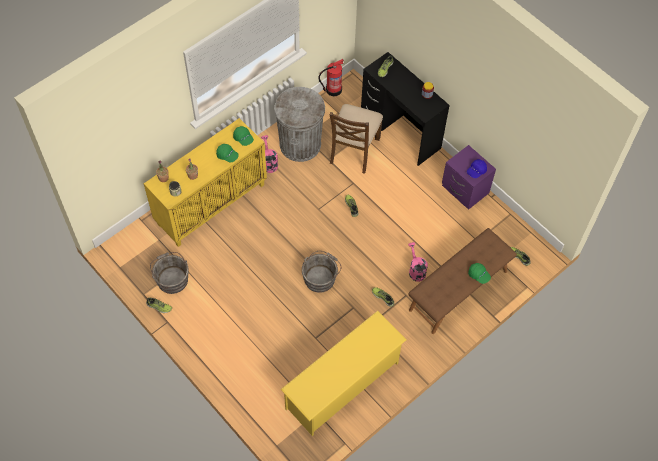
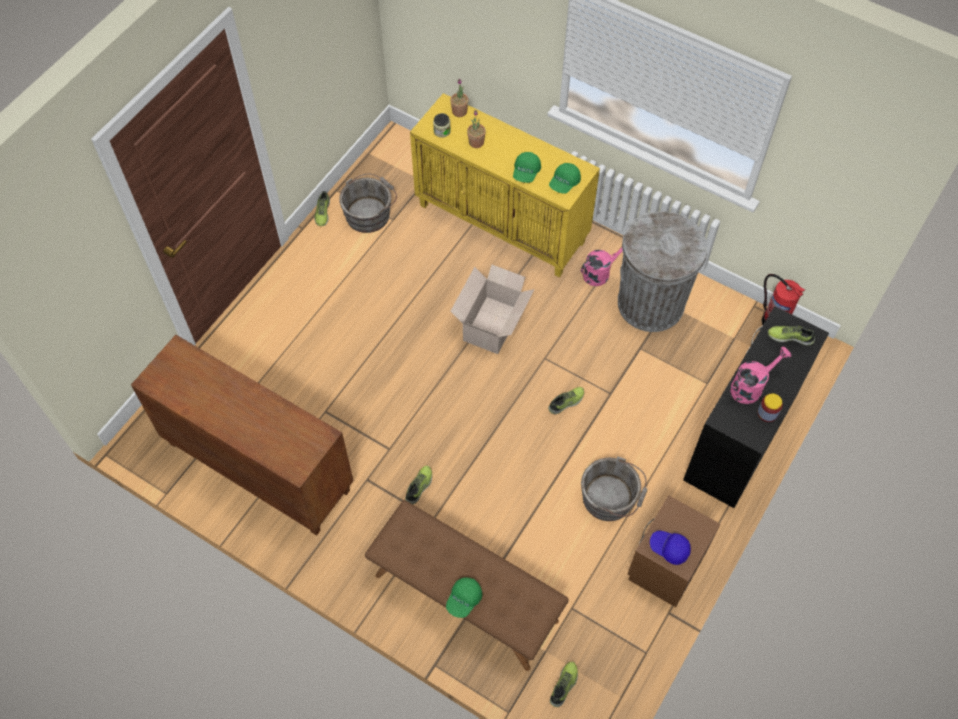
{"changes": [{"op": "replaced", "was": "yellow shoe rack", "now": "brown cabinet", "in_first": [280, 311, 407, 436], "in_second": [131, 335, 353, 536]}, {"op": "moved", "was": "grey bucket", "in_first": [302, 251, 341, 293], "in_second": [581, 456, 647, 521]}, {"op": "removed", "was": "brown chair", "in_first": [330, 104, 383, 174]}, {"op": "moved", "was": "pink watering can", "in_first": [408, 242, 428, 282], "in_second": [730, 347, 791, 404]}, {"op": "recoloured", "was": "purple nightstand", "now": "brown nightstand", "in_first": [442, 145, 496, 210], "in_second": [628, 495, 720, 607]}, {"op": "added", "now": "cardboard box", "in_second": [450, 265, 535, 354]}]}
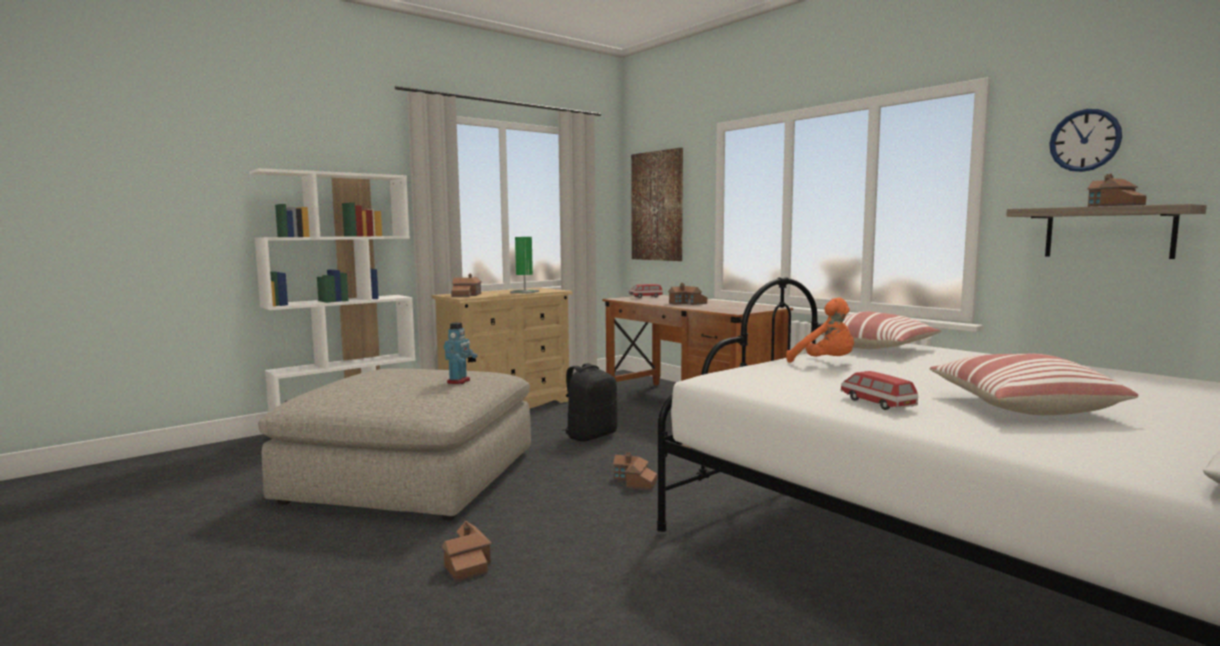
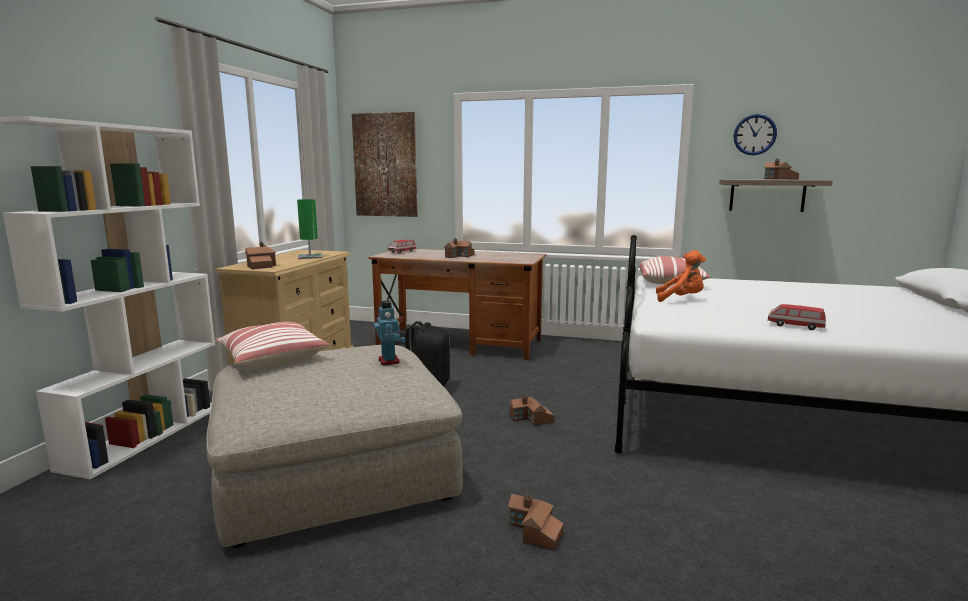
{"changes": [{"op": "moved", "was": "pillow", "in_first": [930, 354, 1138, 415], "in_second": [215, 322, 329, 368]}]}
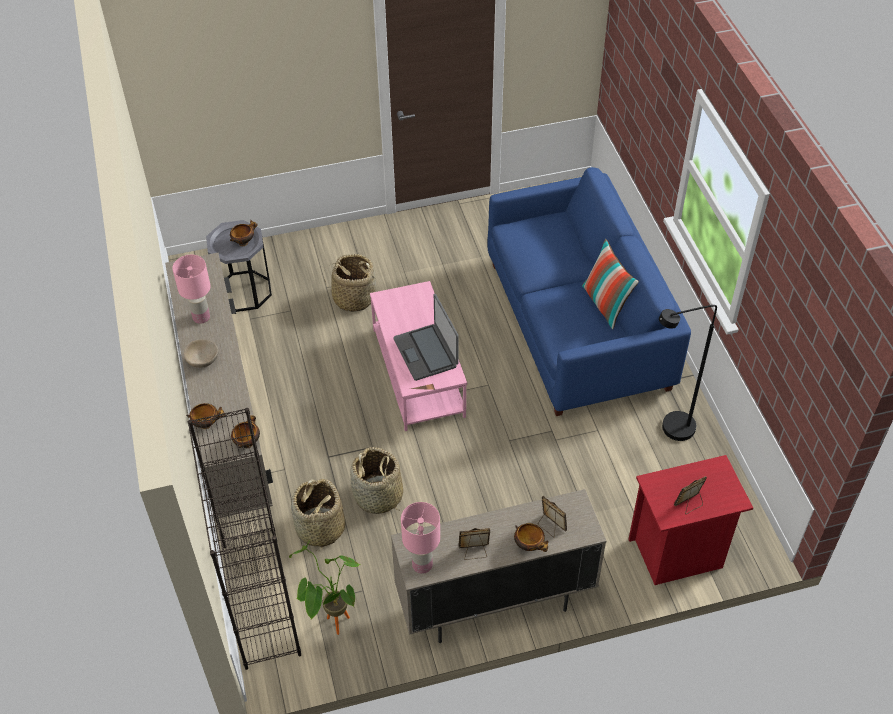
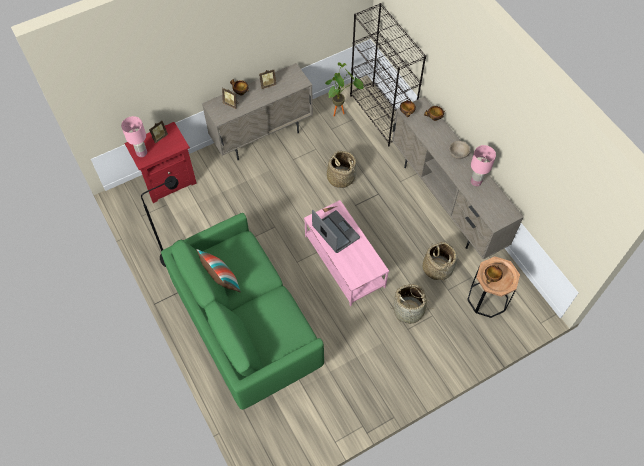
{"changes": [{"op": "recoloured", "was": "grey side table", "now": "brown side table", "in_first": [206, 220, 272, 312], "in_second": [467, 256, 520, 318]}, {"op": "moved", "was": "basket", "in_first": [291, 479, 345, 551], "in_second": [423, 242, 457, 281]}, {"op": "moved", "was": "pink table lamp", "in_first": [401, 502, 440, 574], "in_second": [121, 116, 147, 157]}, {"op": "recoloured", "was": "blue sofa", "now": "green sofa", "in_first": [487, 167, 691, 416], "in_second": [161, 213, 324, 410]}]}
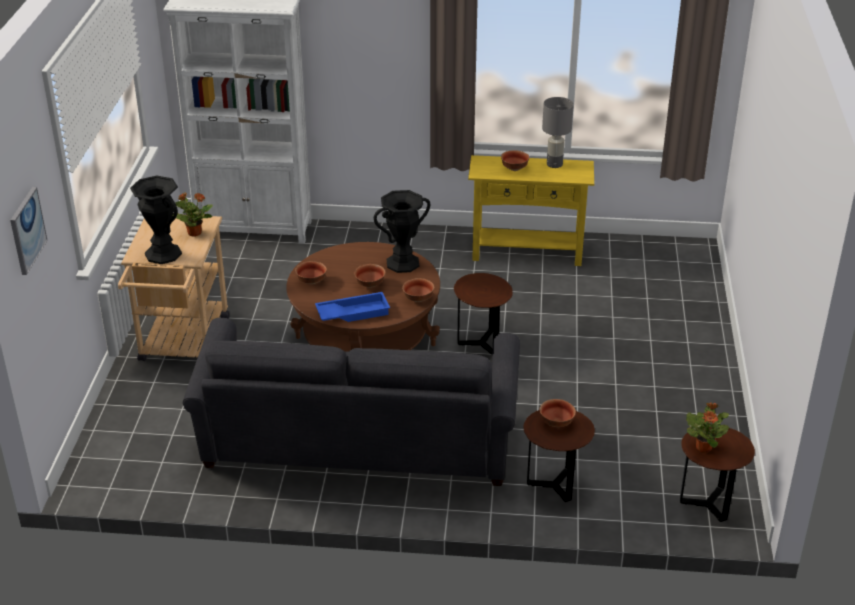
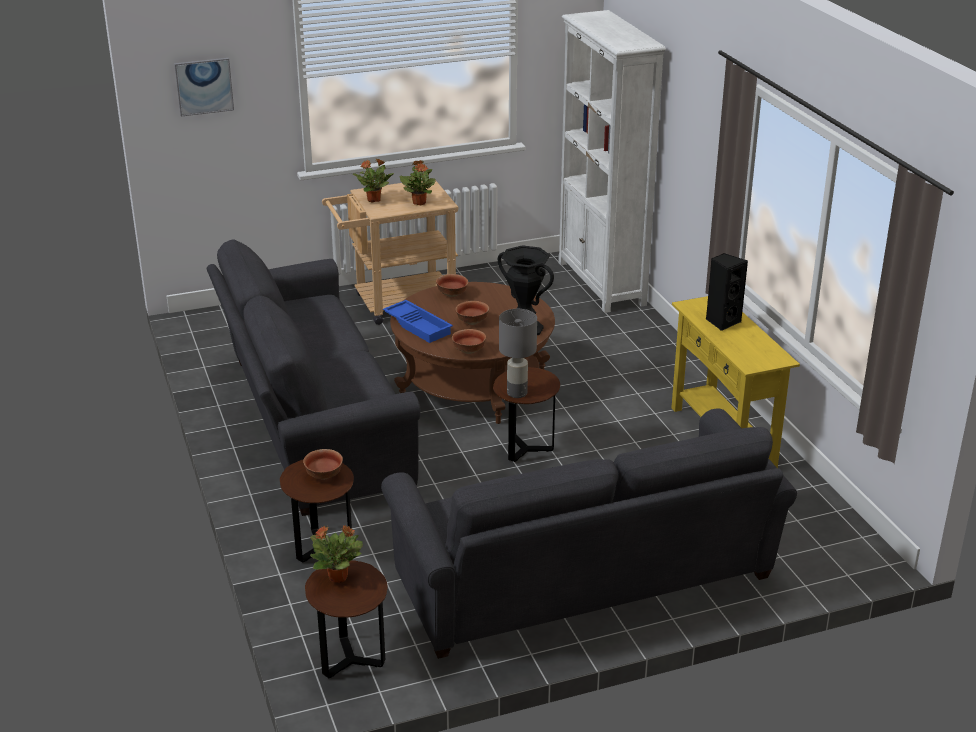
{"changes": [{"op": "replaced", "was": "black vase", "now": "potted plant", "in_first": [130, 176, 182, 264], "in_second": [352, 158, 394, 203]}, {"op": "replaced", "was": "bowl", "now": "black speaker", "in_first": [501, 150, 530, 171], "in_second": [706, 253, 748, 331]}, {"op": "moved", "was": "grey table lamp", "in_first": [542, 97, 574, 168], "in_second": [499, 309, 537, 398]}, {"op": "added", "now": "grey sofa", "in_second": [381, 409, 797, 659]}]}
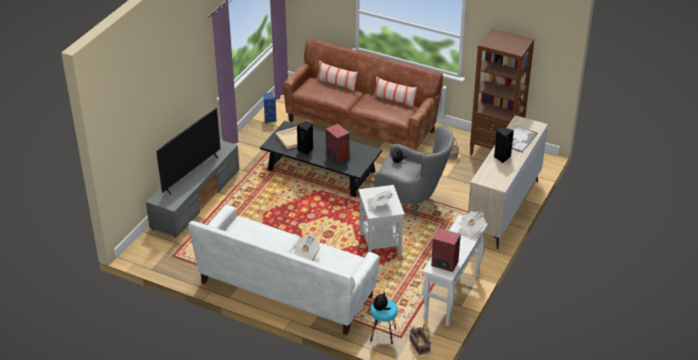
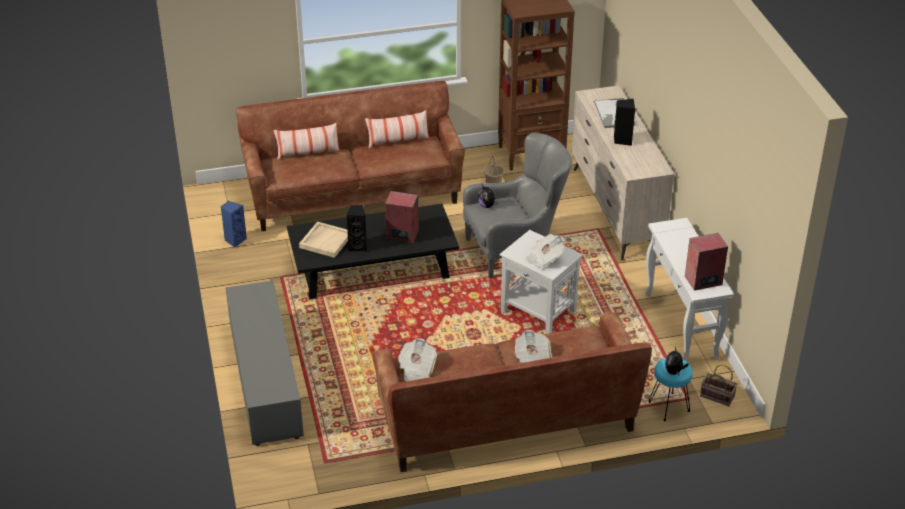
{"changes": [{"op": "removed", "was": "television", "in_first": [156, 108, 220, 194]}, {"op": "recoloured", "was": "white sofa", "now": "brown sofa", "in_first": [189, 205, 380, 335], "in_second": [372, 312, 652, 472]}, {"op": "moved", "was": "newspaper", "in_first": [457, 211, 486, 239], "in_second": [398, 338, 437, 381]}]}
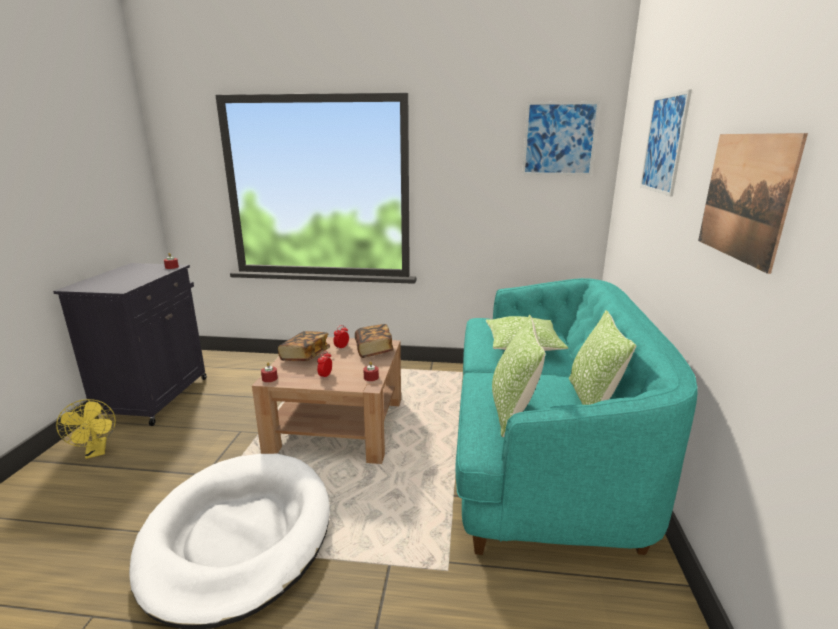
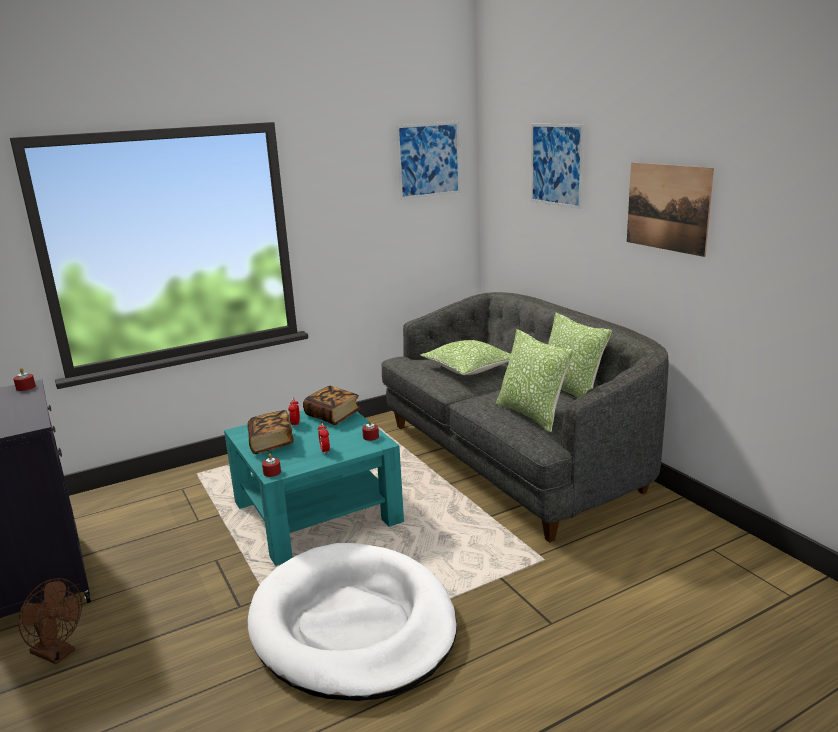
{"changes": [{"op": "recoloured", "was": "yellow fan", "now": "brown fan", "in_first": [56, 399, 116, 459], "in_second": [19, 578, 82, 664]}, {"op": "recoloured", "was": "brown coffee table", "now": "turquoise coffee table", "in_first": [252, 337, 401, 464], "in_second": [224, 410, 404, 566]}, {"op": "recoloured", "was": "turquoise sofa", "now": "grey sofa", "in_first": [455, 278, 698, 555], "in_second": [381, 292, 668, 543]}]}
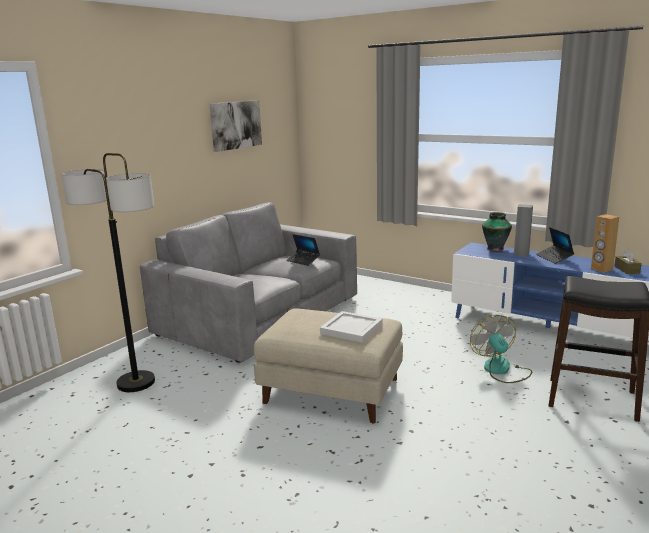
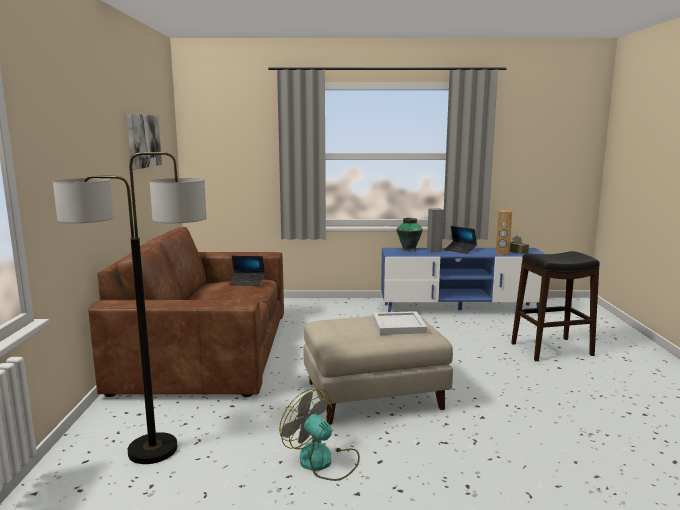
{"changes": [{"op": "recoloured", "was": "grey sofa", "now": "brown sofa", "in_first": [140, 202, 357, 363], "in_second": [88, 227, 284, 397]}, {"op": "moved", "was": "fan", "in_first": [470, 315, 532, 383], "in_second": [279, 389, 360, 481]}]}
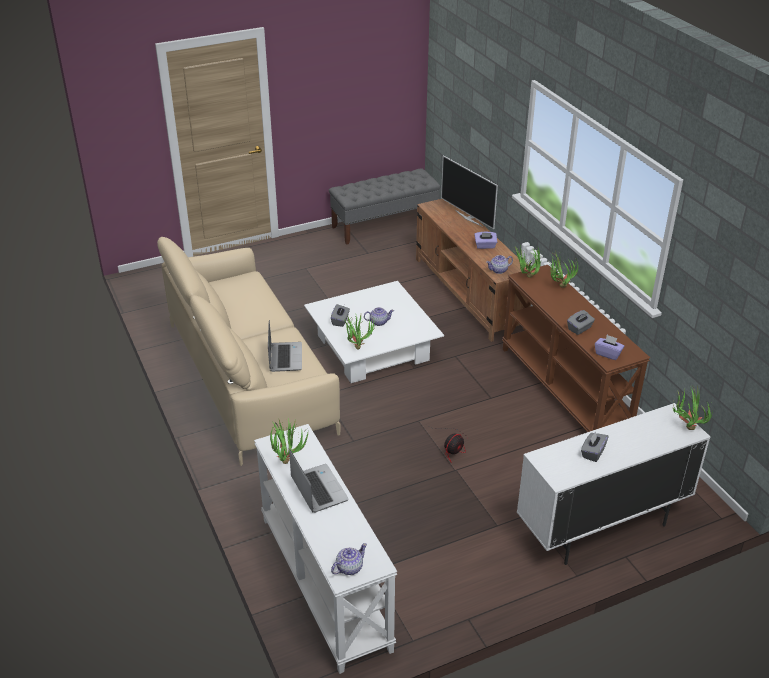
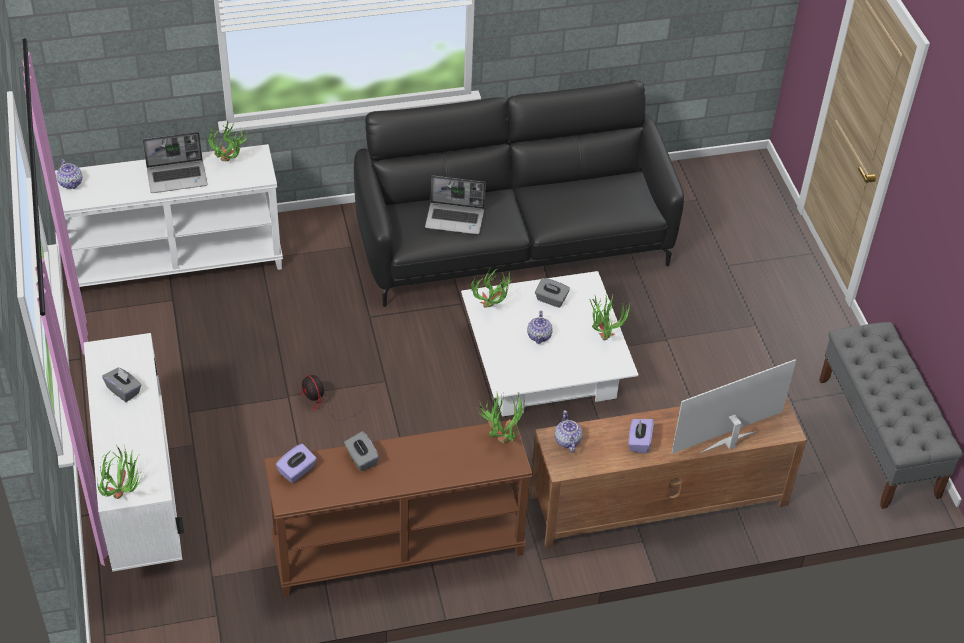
{"changes": [{"op": "recoloured", "was": "beige sofa", "now": "black sofa", "in_first": [157, 237, 340, 466], "in_second": [354, 80, 684, 307]}, {"op": "moved", "was": "potted plant", "in_first": [550, 251, 578, 288], "in_second": [589, 293, 632, 340]}]}
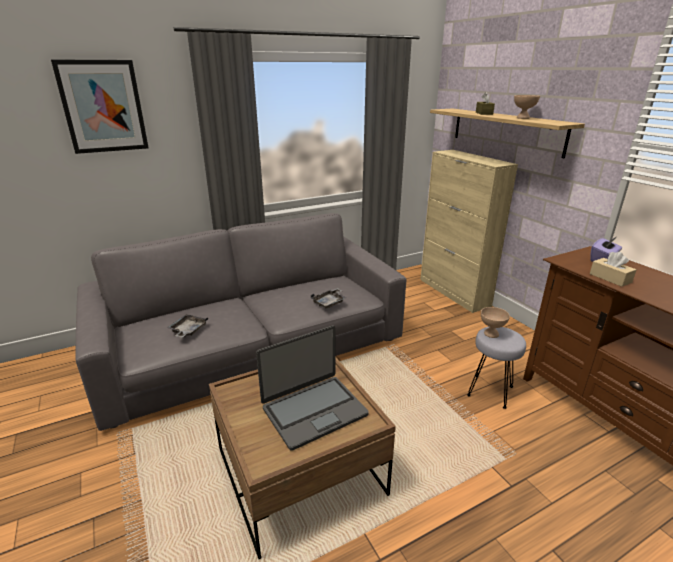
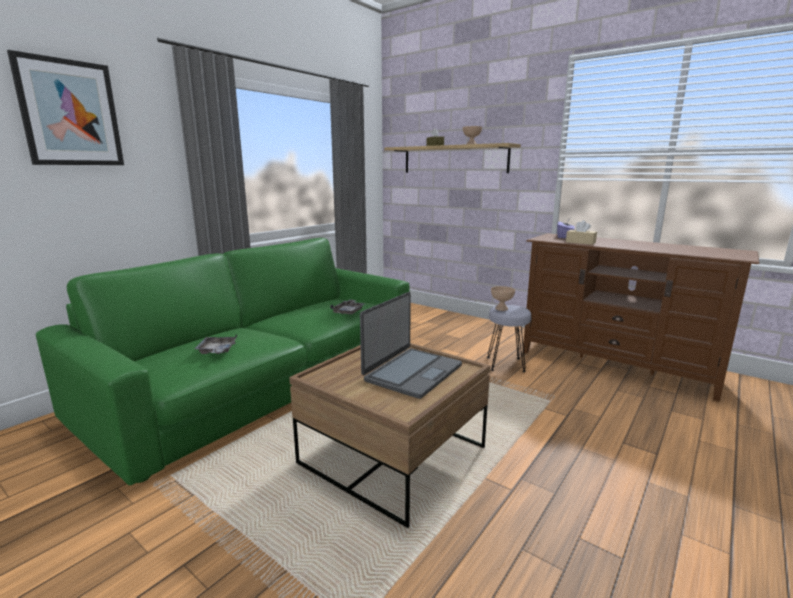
{"changes": [{"op": "recoloured", "was": "grey sofa", "now": "green sofa", "in_first": [75, 213, 406, 431], "in_second": [36, 238, 410, 485]}, {"op": "removed", "was": "beige cabinet", "in_first": [420, 150, 518, 313]}]}
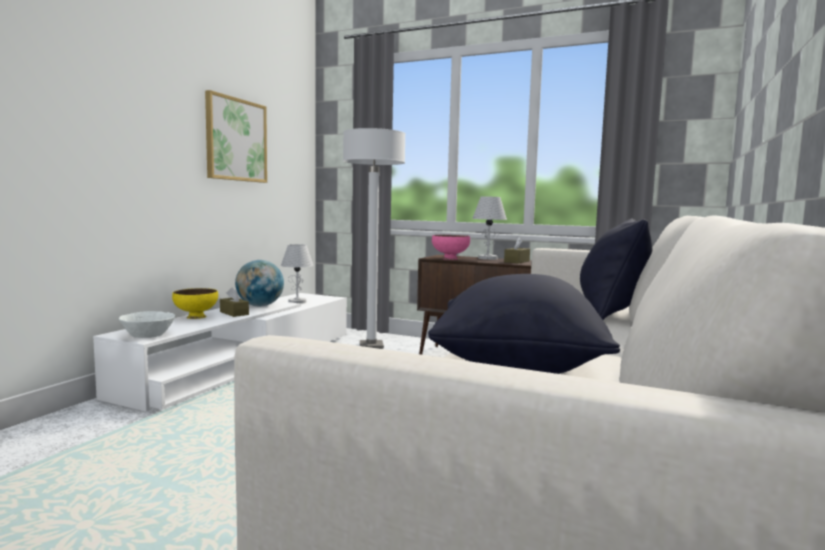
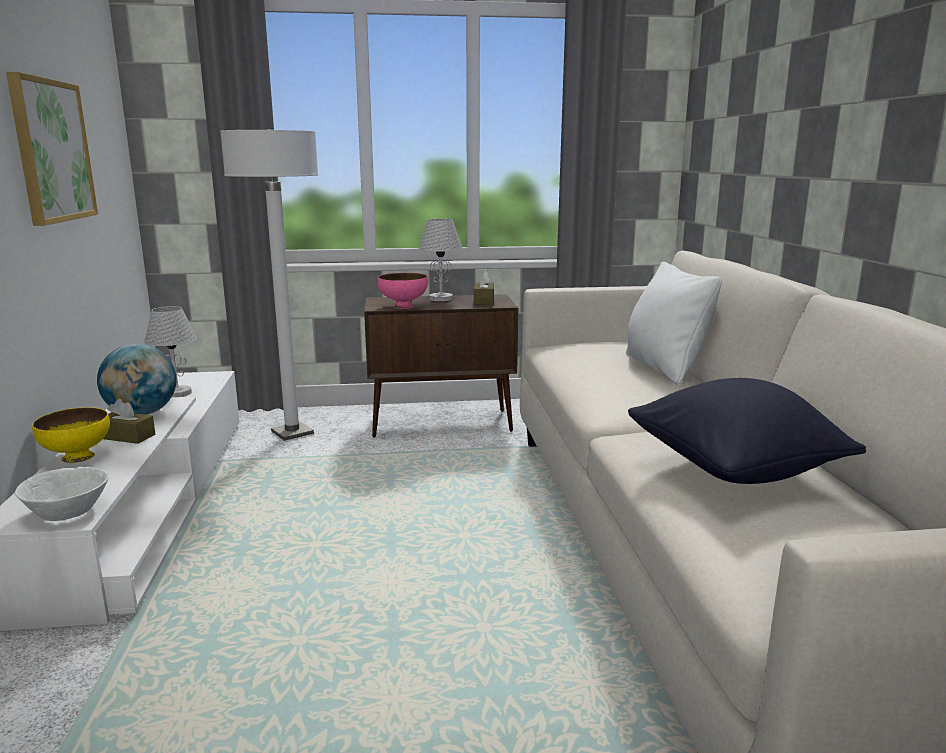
{"changes": [{"op": "recoloured", "was": "black pillow", "now": "white pillow", "in_first": [580, 218, 652, 320], "in_second": [626, 262, 722, 384]}]}
